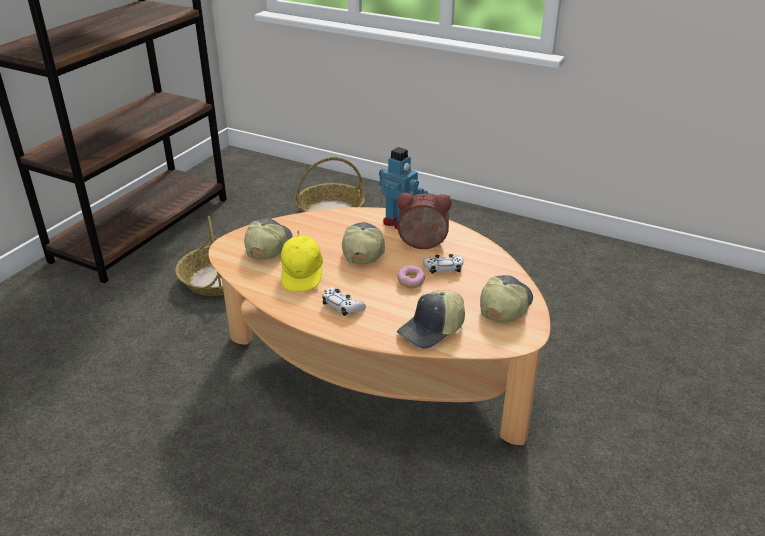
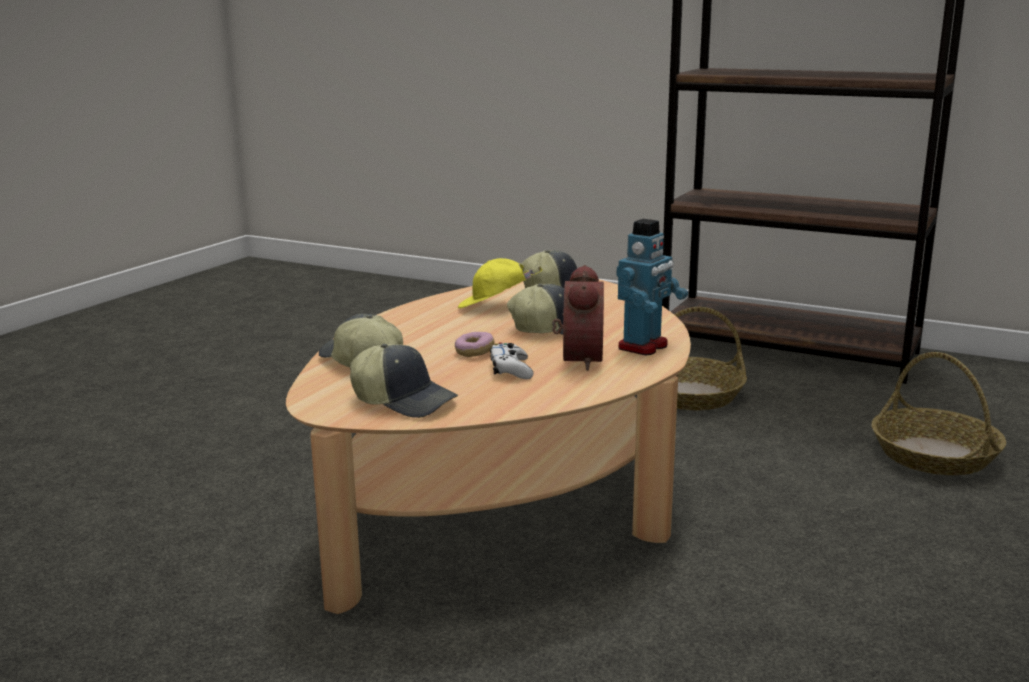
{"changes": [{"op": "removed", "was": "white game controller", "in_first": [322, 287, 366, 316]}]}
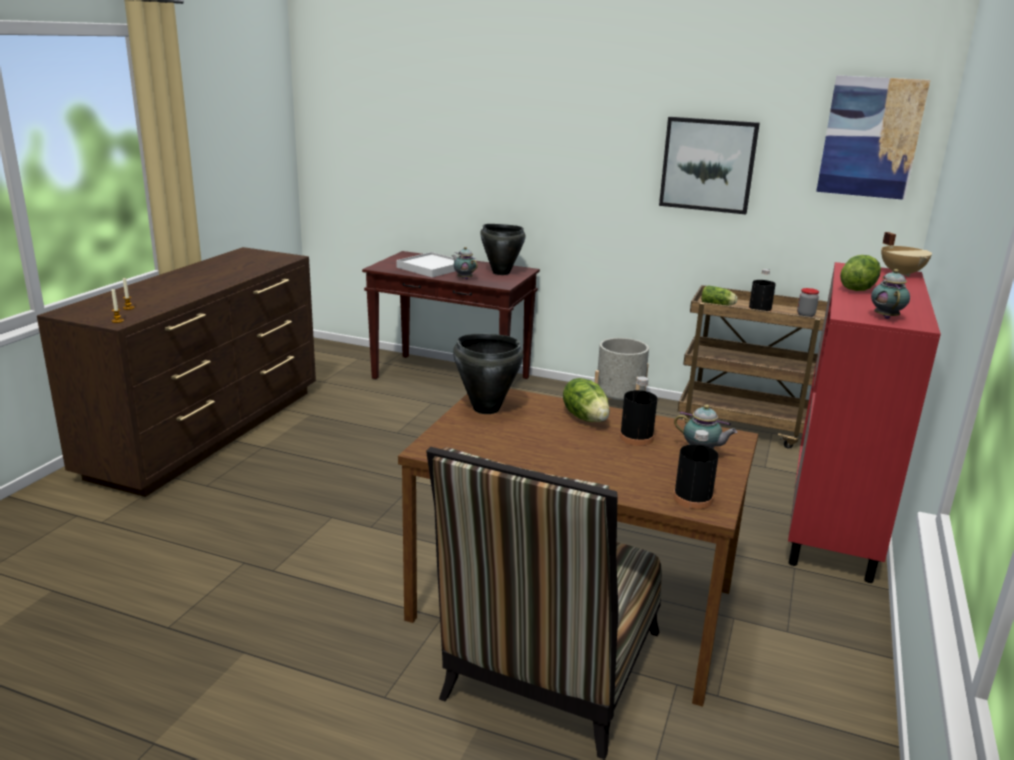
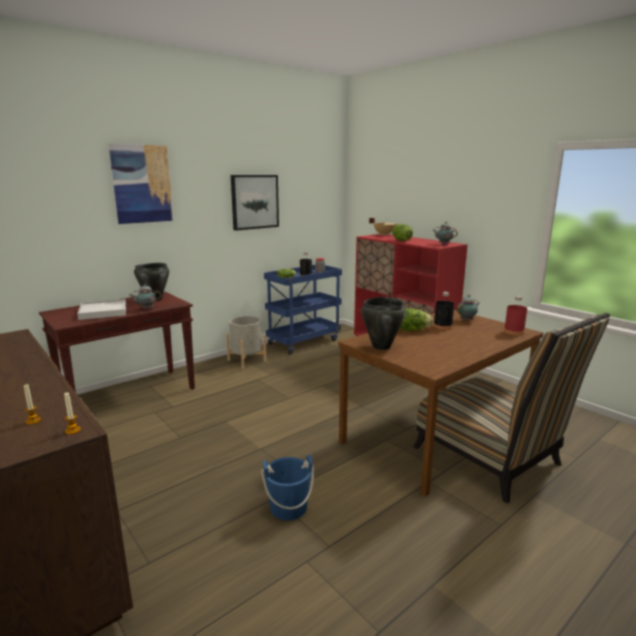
{"changes": [{"op": "recoloured", "was": "black bottle", "now": "red bottle", "in_first": [673, 430, 718, 509], "in_second": [504, 296, 527, 335]}, {"op": "recoloured", "was": "brown cart", "now": "blue cart", "in_first": [678, 285, 828, 448], "in_second": [264, 265, 342, 355]}, {"op": "moved", "was": "picture", "in_first": [816, 75, 930, 200], "in_second": [109, 144, 173, 224]}, {"op": "added", "now": "blue bucket", "in_second": [261, 454, 314, 520]}]}
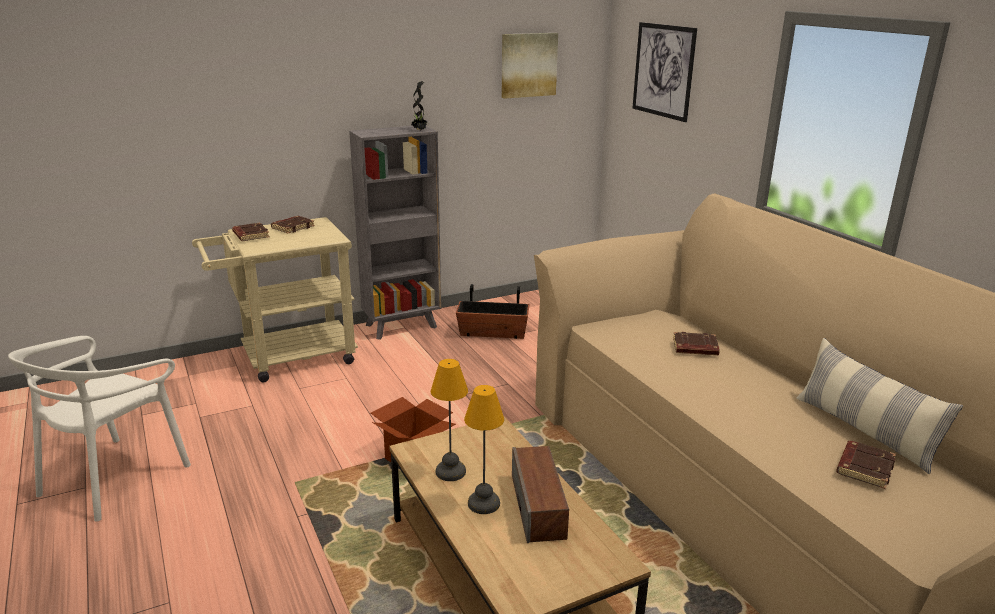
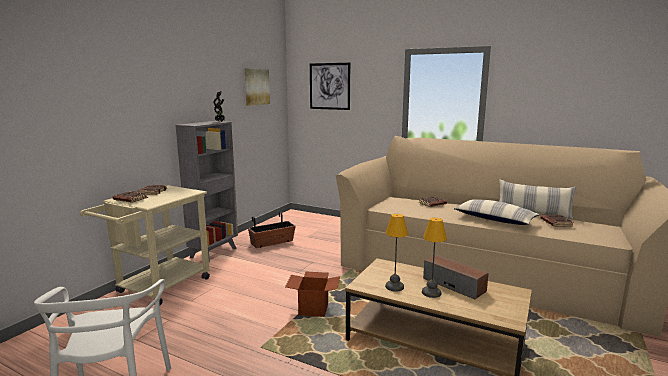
{"changes": [{"op": "added", "now": "pillow", "in_second": [454, 200, 540, 225]}]}
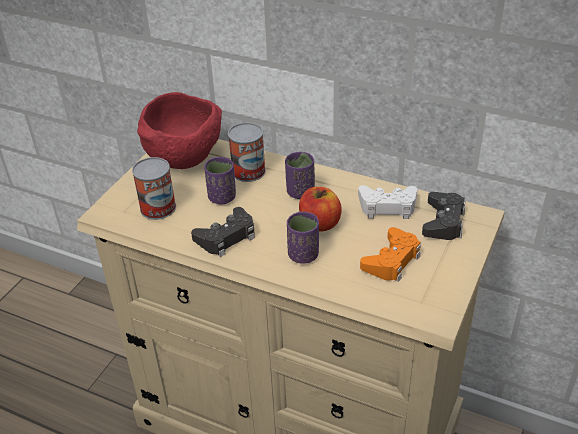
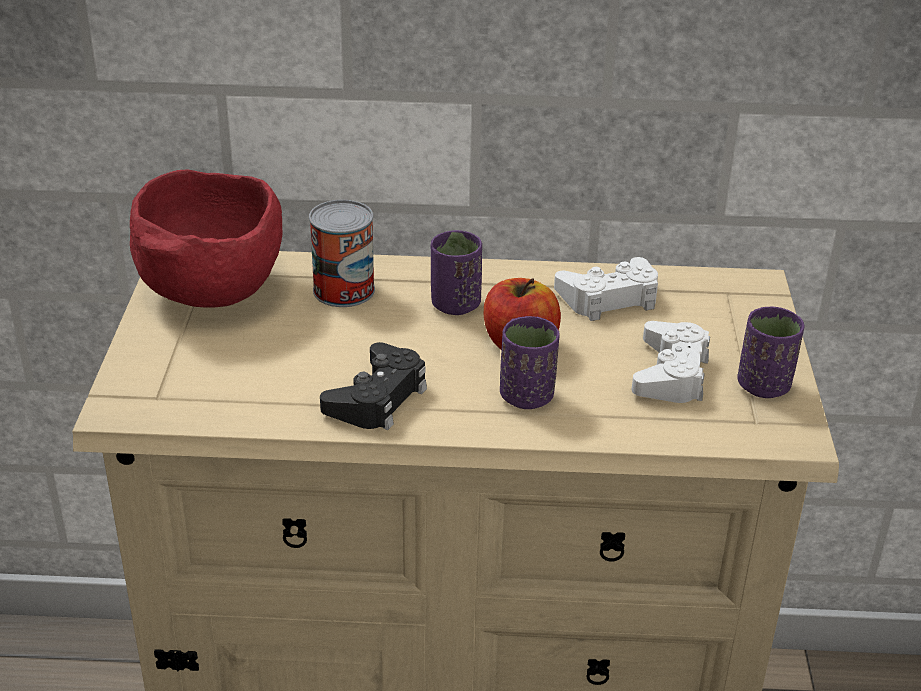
{"changes": [{"op": "removed", "was": "can", "in_first": [132, 157, 176, 220]}, {"op": "moved", "was": "purple cup", "in_first": [204, 157, 236, 205], "in_second": [737, 306, 805, 398]}, {"op": "recoloured", "was": "orange game controller", "now": "white game controller", "in_first": [360, 227, 421, 282], "in_second": [632, 321, 710, 403]}, {"op": "removed", "was": "black game controller", "in_first": [422, 192, 465, 240]}]}
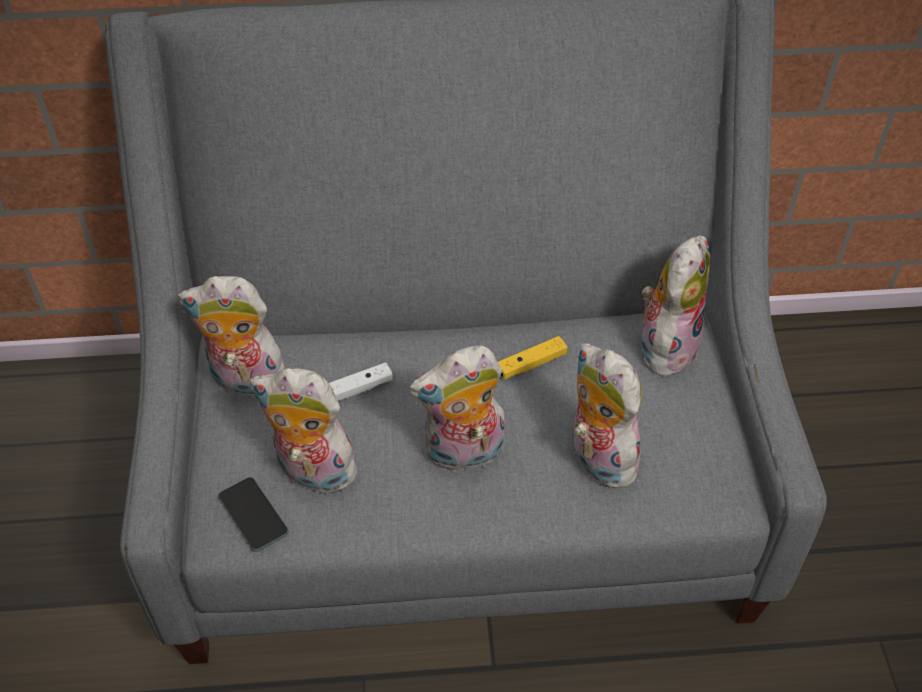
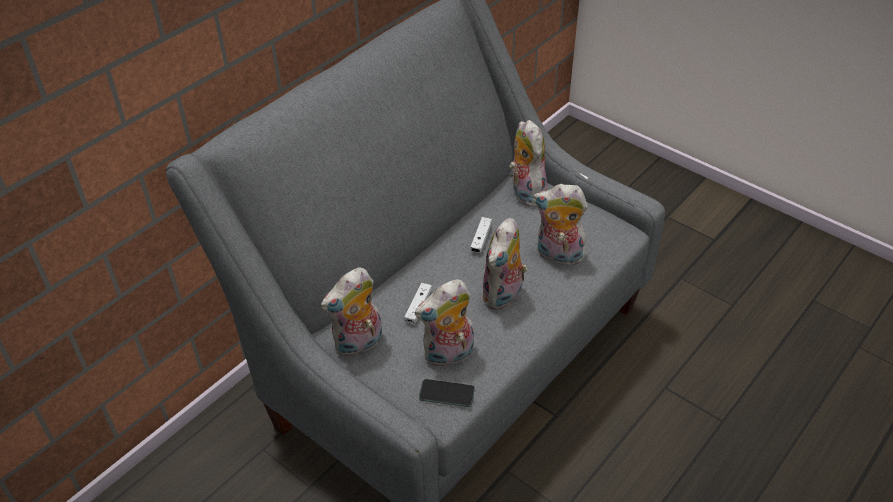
{"changes": [{"op": "recoloured", "was": "yellow game controller", "now": "white game controller", "in_first": [498, 336, 568, 379], "in_second": [470, 217, 492, 253]}]}
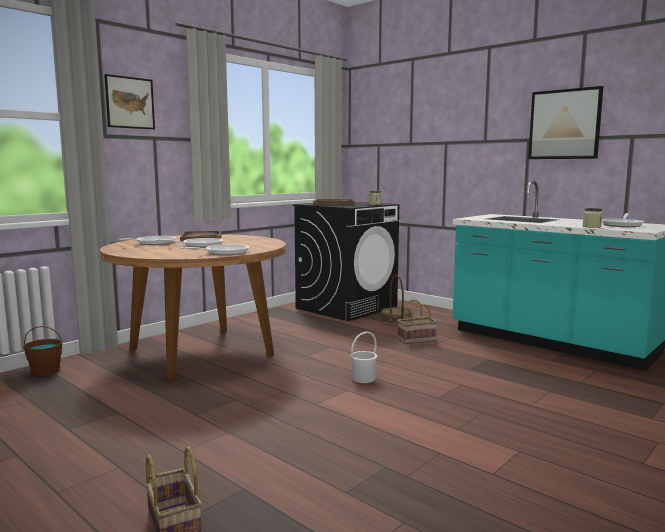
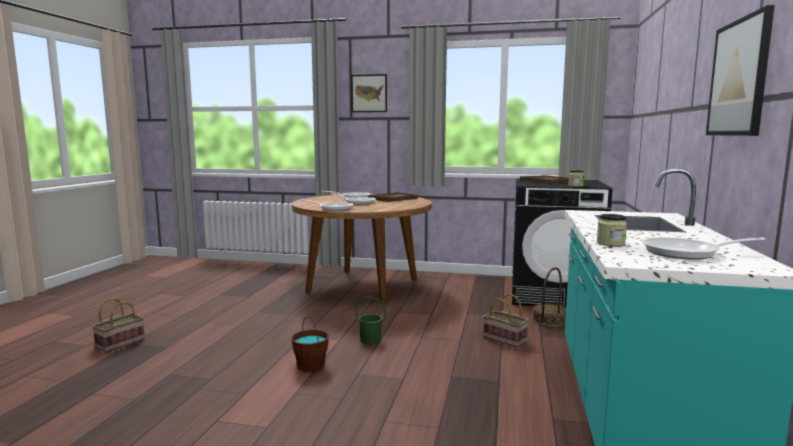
{"changes": [{"op": "moved", "was": "brown bucket", "in_first": [23, 326, 63, 376], "in_second": [291, 317, 329, 372]}, {"op": "recoloured", "was": "white bucket", "now": "green bucket", "in_first": [350, 332, 377, 383], "in_second": [355, 297, 386, 344]}]}
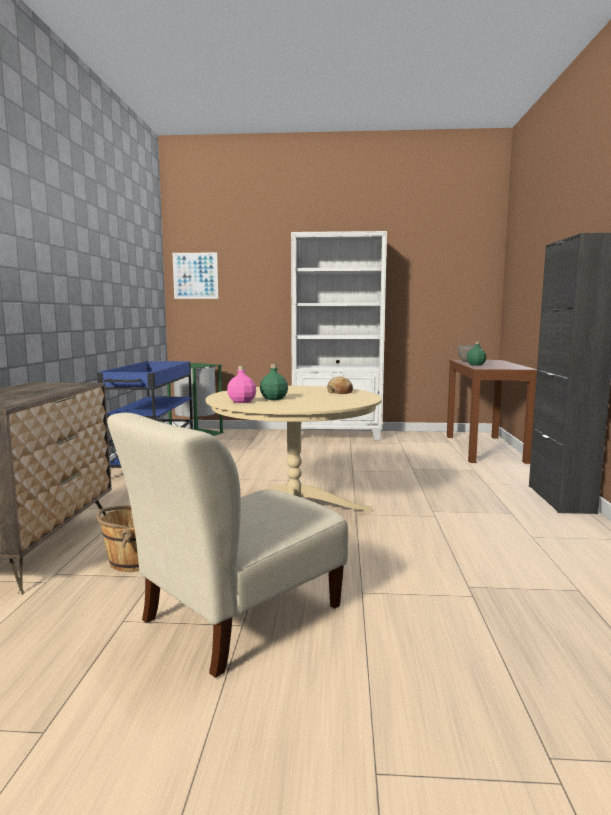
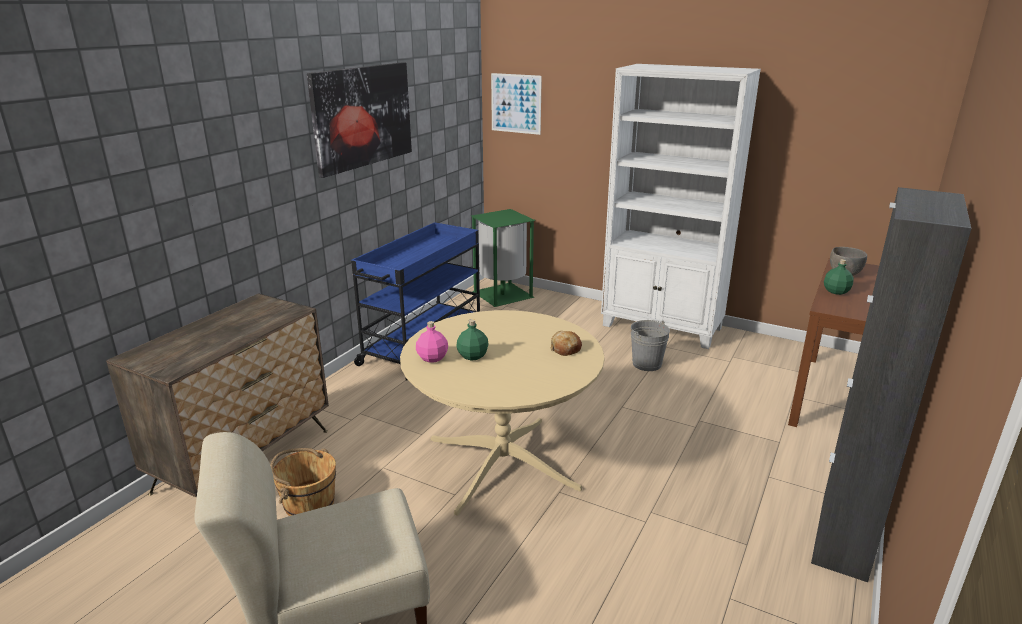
{"changes": [{"op": "added", "now": "picture", "in_second": [307, 62, 412, 178]}, {"op": "added", "now": "grey bucket", "in_second": [631, 320, 670, 371]}]}
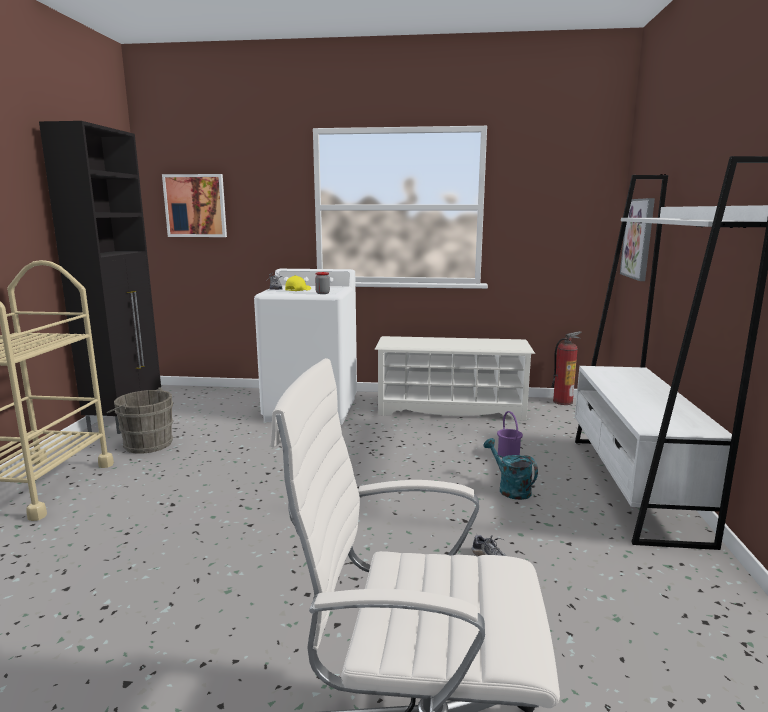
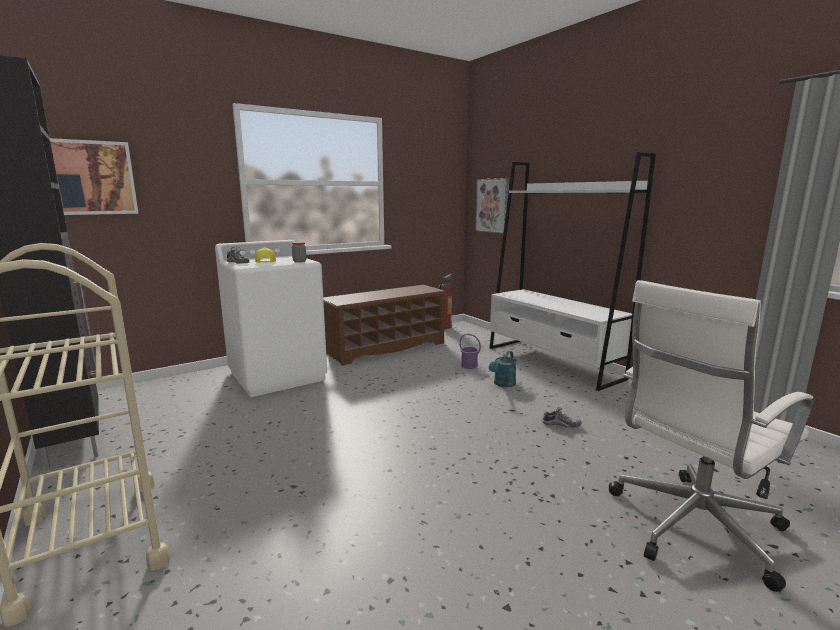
{"changes": [{"op": "removed", "was": "grey bucket", "in_first": [107, 387, 174, 454]}, {"op": "recoloured", "was": "white shoe rack", "now": "brown shoe rack", "in_first": [374, 336, 535, 421], "in_second": [323, 285, 447, 366]}, {"op": "turned", "was": "turquoise watering can", "in_first": [484, 438, 538, 500], "in_second": [489, 351, 516, 387], "clockwise": -75}]}
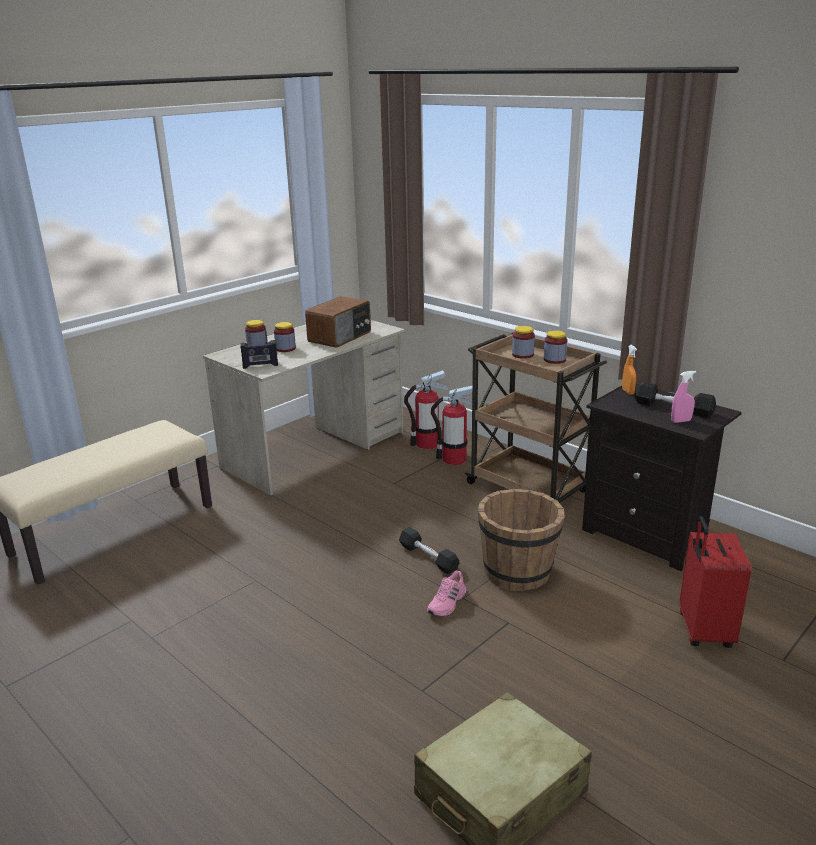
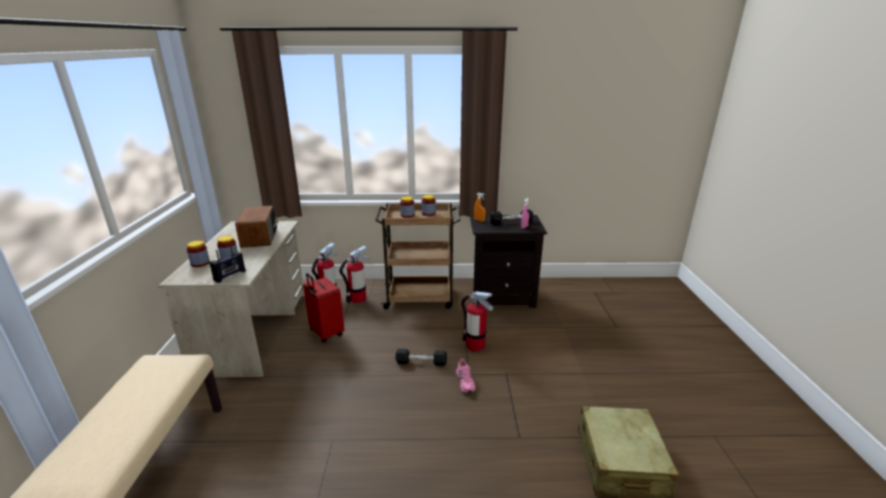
{"changes": [{"op": "replaced", "was": "brown bucket", "now": "fire extinguisher", "in_first": [478, 489, 565, 591], "in_second": [461, 291, 493, 351]}, {"op": "moved", "was": "red suitcase", "in_first": [679, 516, 752, 648], "in_second": [303, 273, 344, 342]}]}
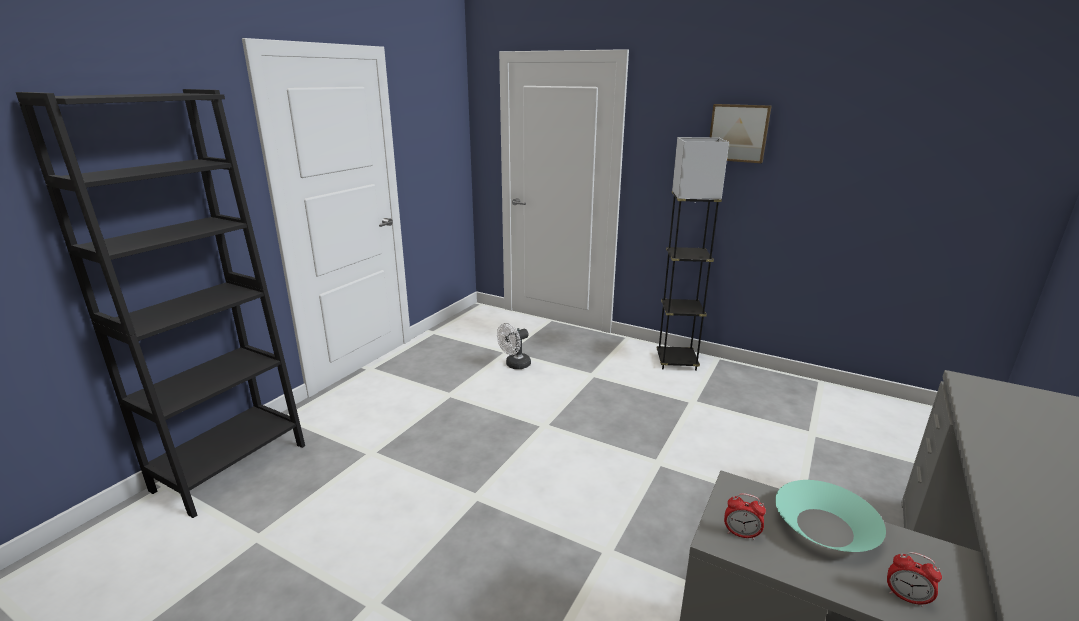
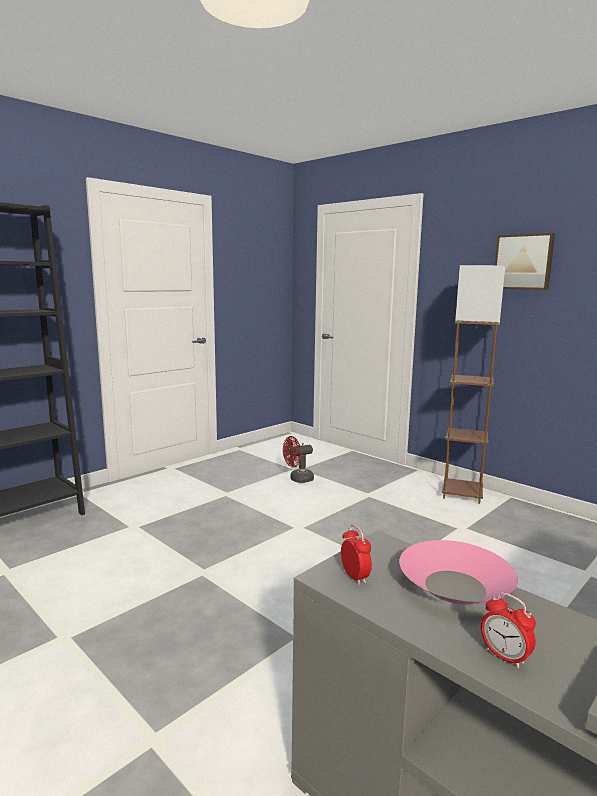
{"changes": [{"op": "recoloured", "was": "white fan", "now": "red fan", "in_first": [497, 323, 531, 369], "in_second": [283, 436, 314, 483]}, {"op": "recoloured", "was": "grey floor lamp", "now": "brown floor lamp", "in_first": [657, 137, 729, 371], "in_second": [441, 265, 505, 504]}, {"op": "turned", "was": "alarm clock", "in_first": [724, 493, 766, 540], "in_second": [341, 525, 372, 585], "clockwise": -150}, {"op": "recoloured", "was": "turquoise bowl", "now": "pink bowl", "in_first": [775, 480, 886, 552], "in_second": [399, 540, 518, 604]}]}
